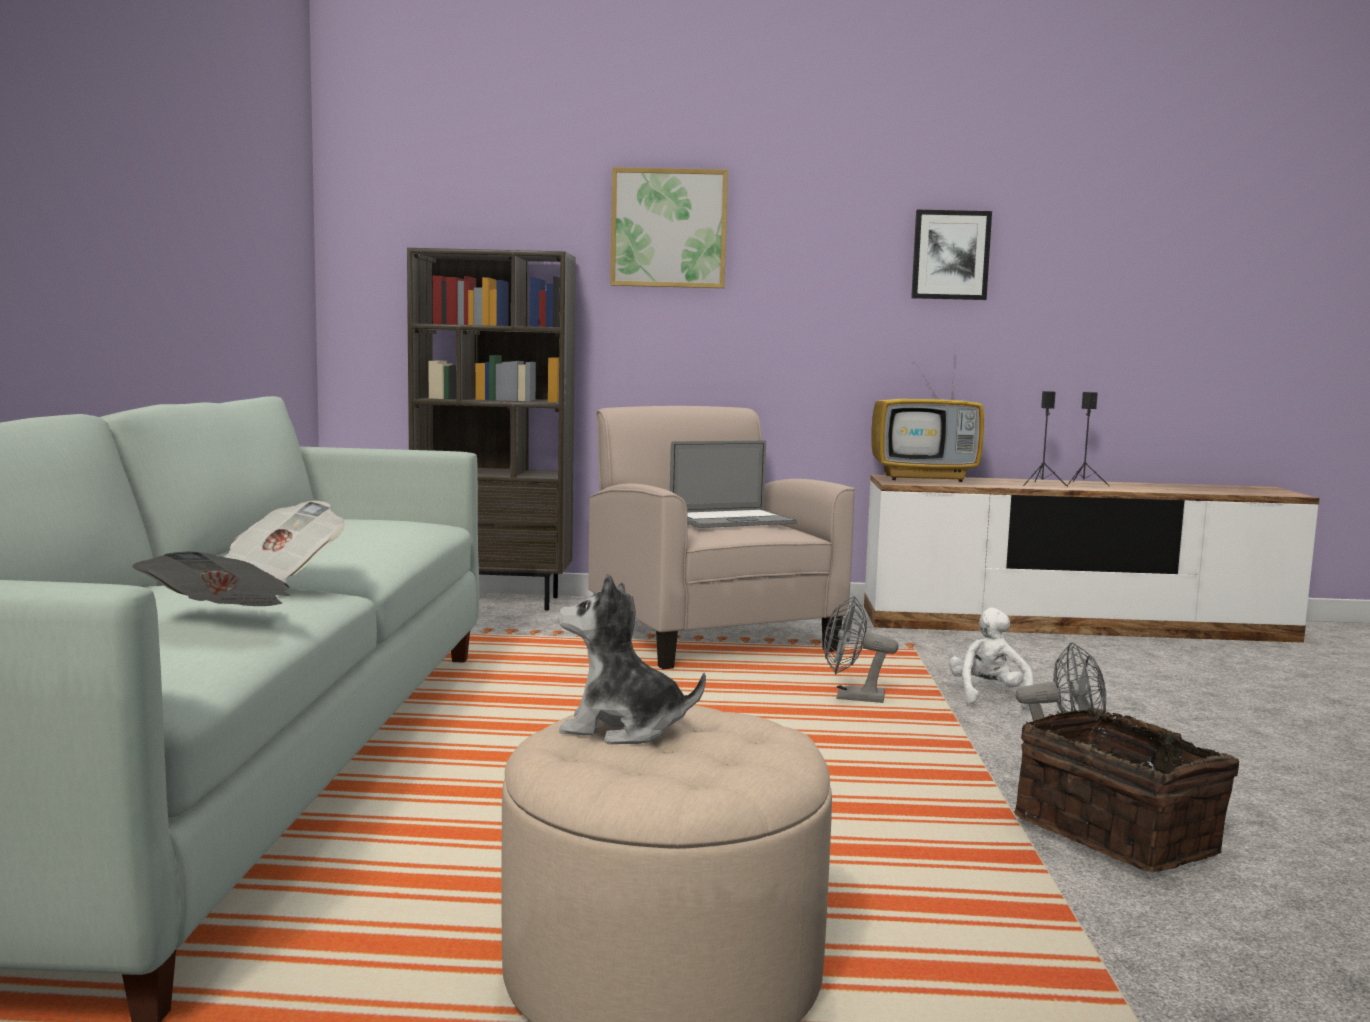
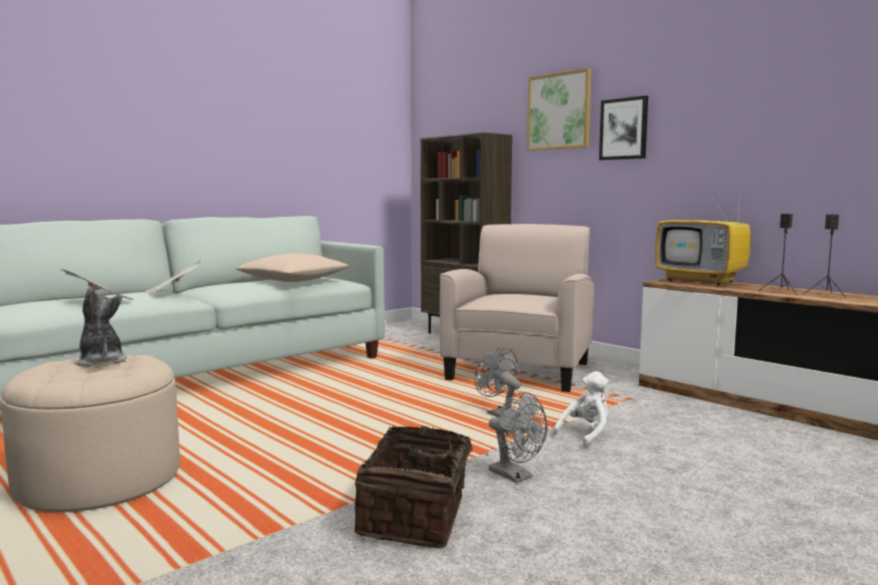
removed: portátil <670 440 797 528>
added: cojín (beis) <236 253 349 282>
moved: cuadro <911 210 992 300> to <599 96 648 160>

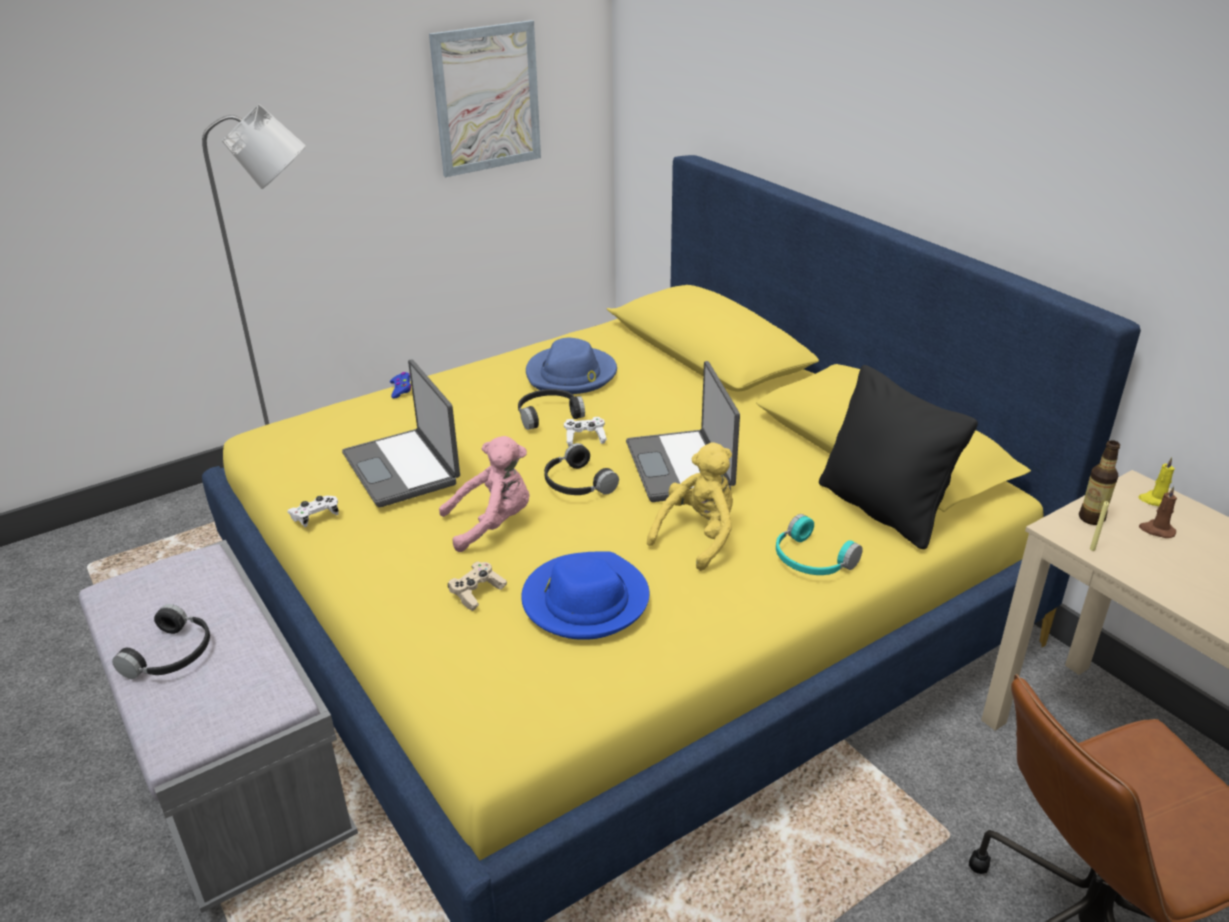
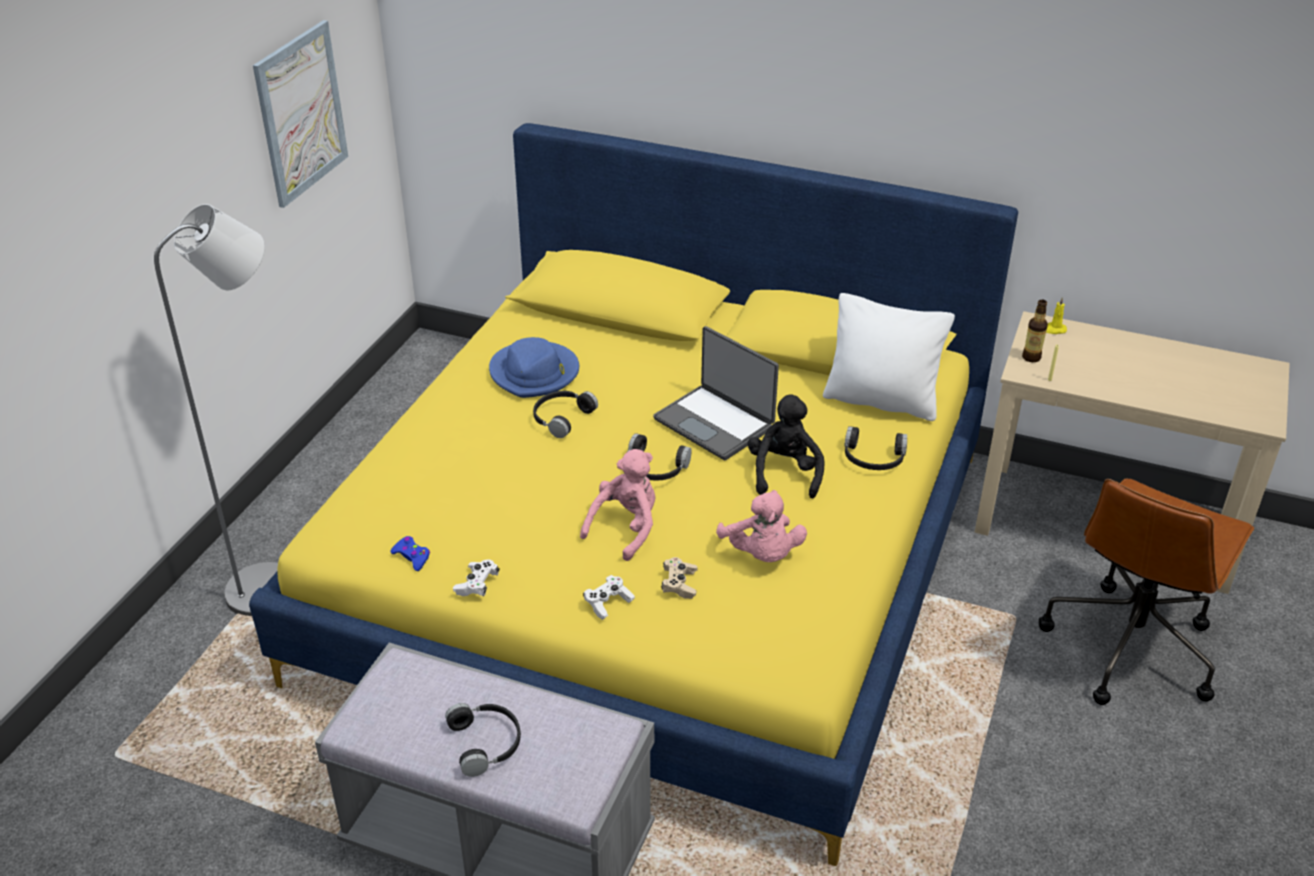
removed: portátil <342 359 460 508>; vela (marrón) <1139 486 1177 538>
moved: mando de consola (azul) <390 372 411 399> to <390 536 430 571>; mando de consola (blanco) <564 417 607 446> to <583 575 635 620>
replaced: sombrero (azul) <521 551 649 640> to peluche (rosa) <716 490 807 562>
recoloured: peluche (amarillo) <647 442 733 571> to peluche (negro) <748 395 824 498>; auriculares (turquesa) <776 514 863 575> to auriculares (negro) <845 426 907 470>; cojín (negro) <819 365 978 549> to cojín (blanco) <823 293 955 421>

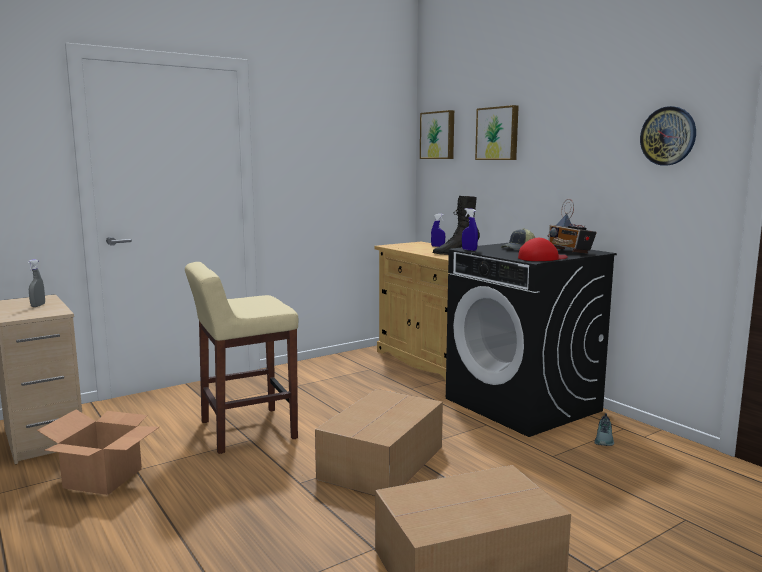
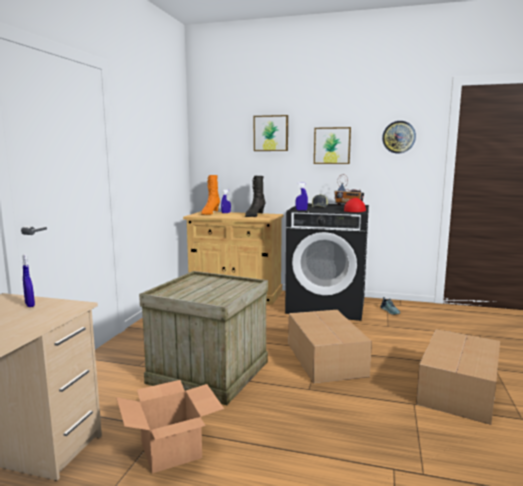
added: bota (naranja) <201 175 220 215>
moved: cuadro <420 110 454 159> to <314 127 351 164>
replaced: taburete (beis) <185 262 298 454> to caja de embalaje <139 271 268 405>
recoloured: pulverizador (gris) <28 259 45 307> to pulverizador (azul) <22 254 35 307>

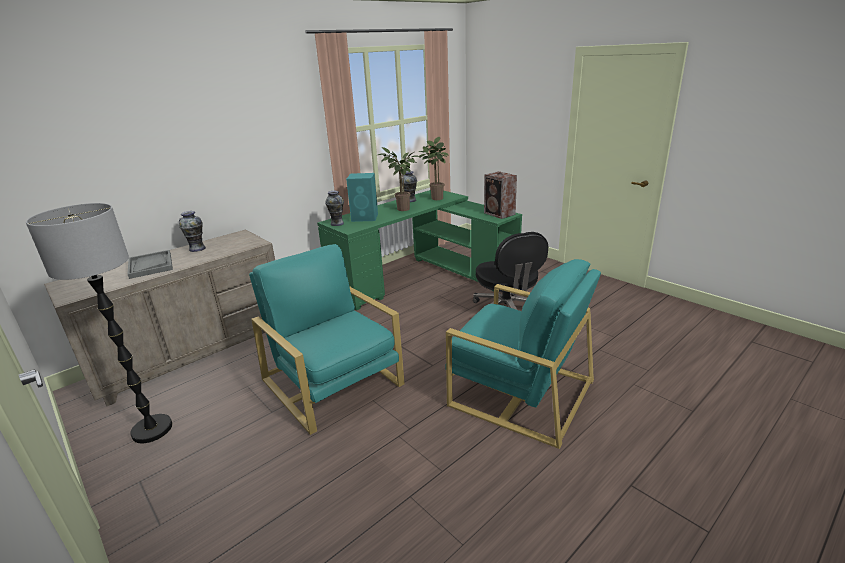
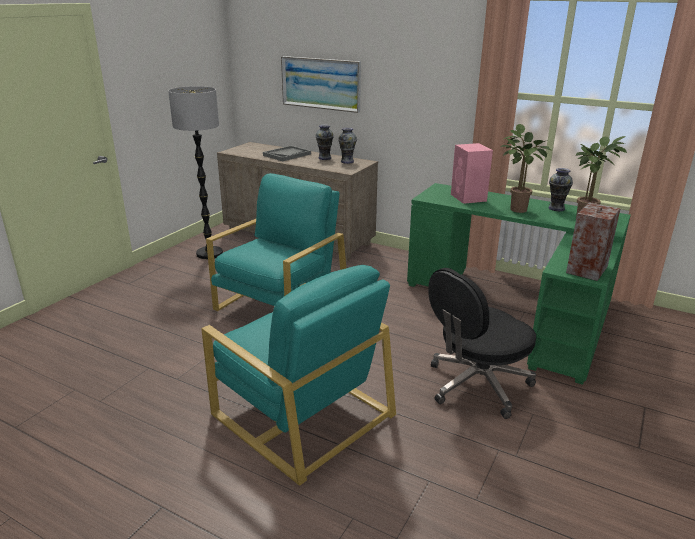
added: cuadro <281 56 361 113>
moved: florero <325 191 344 226> to <338 127 357 164>
recoloured: altavoz (turquesa) <346 173 378 222> to altavoz (rosa) <451 143 493 204>
turned: sillón (turquesa) <445 259 601 449> = <201 265 396 486> 60 degrees counterclockwise

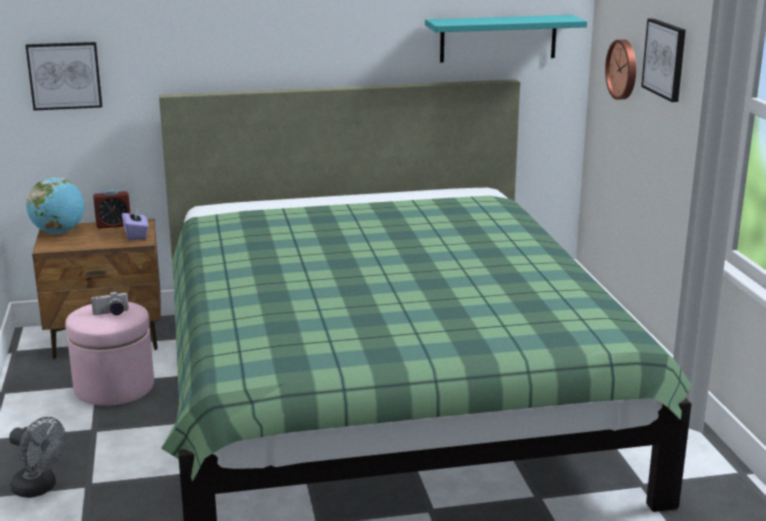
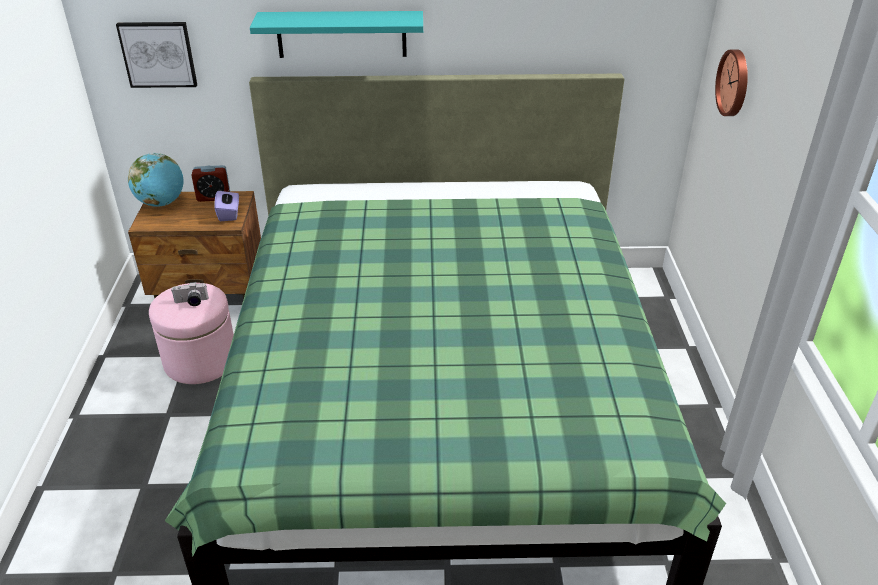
removed: ventilador (gris) <9 417 66 498>; cuadro <641 18 686 102>
moved: estante (turquesa) <425 15 587 62> to <250 11 423 58>

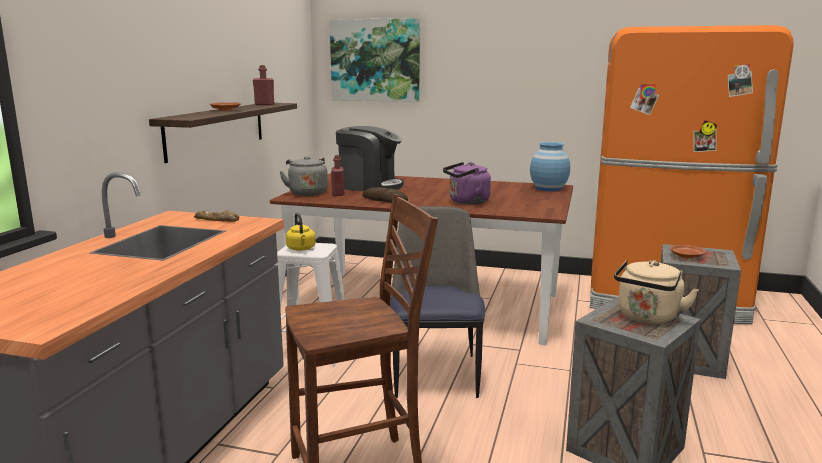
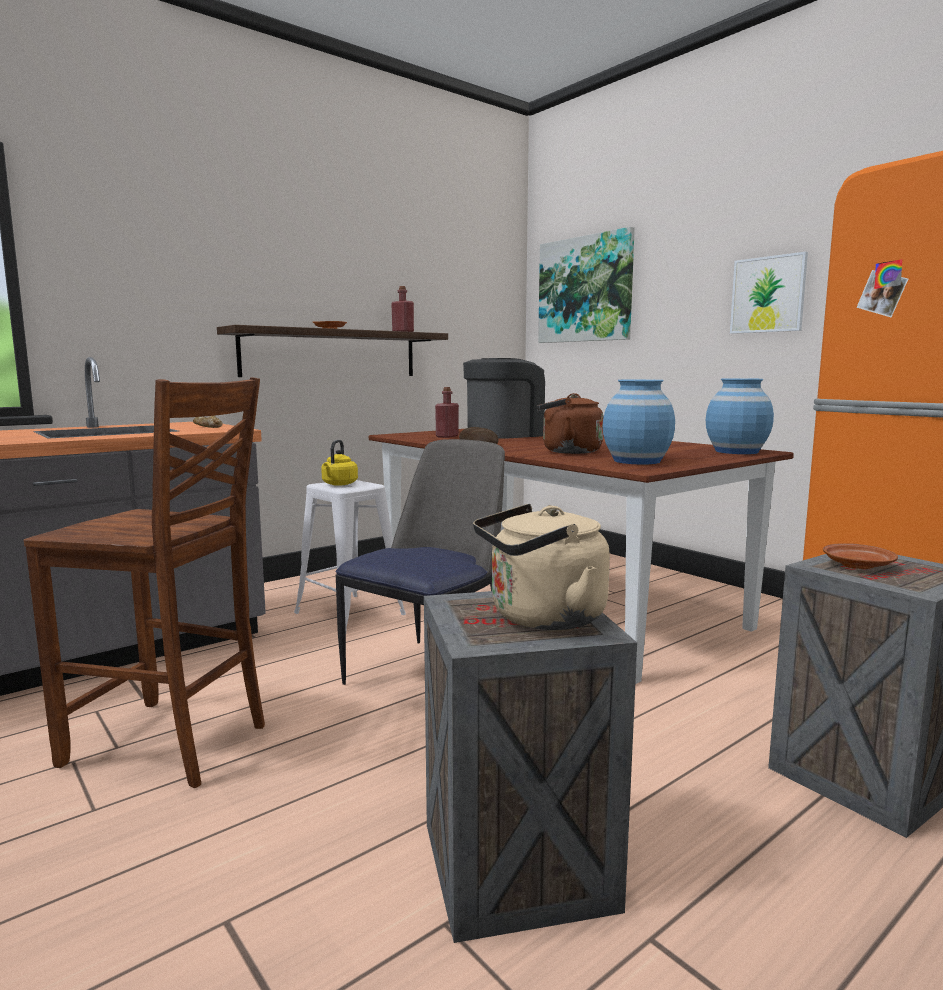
removed: hervidor (gris) <279 156 328 196>
added: florero (azul) <603 379 675 465>; cuadro <730 252 808 334>
recoloured: hervidor (morado) <443 162 491 205> to hervidor (marrón) <536 393 604 454>
turned: cafetera <336 126 404 191> = <463 358 545 439> 90 degrees counterclockwise

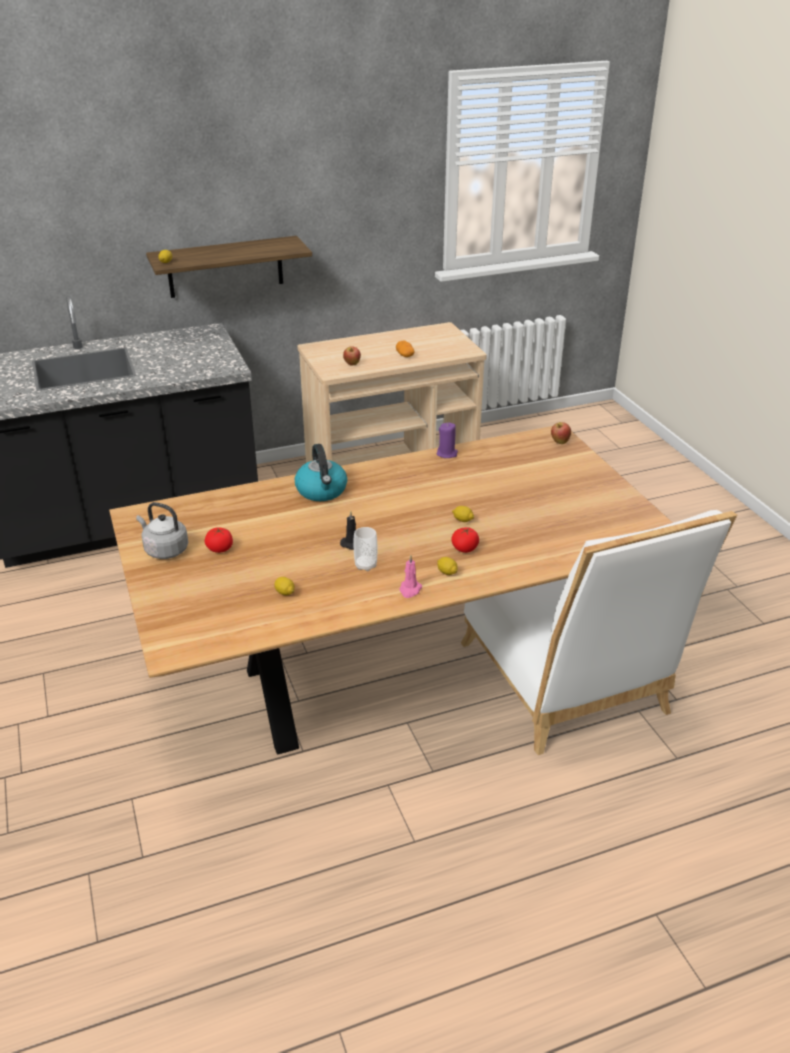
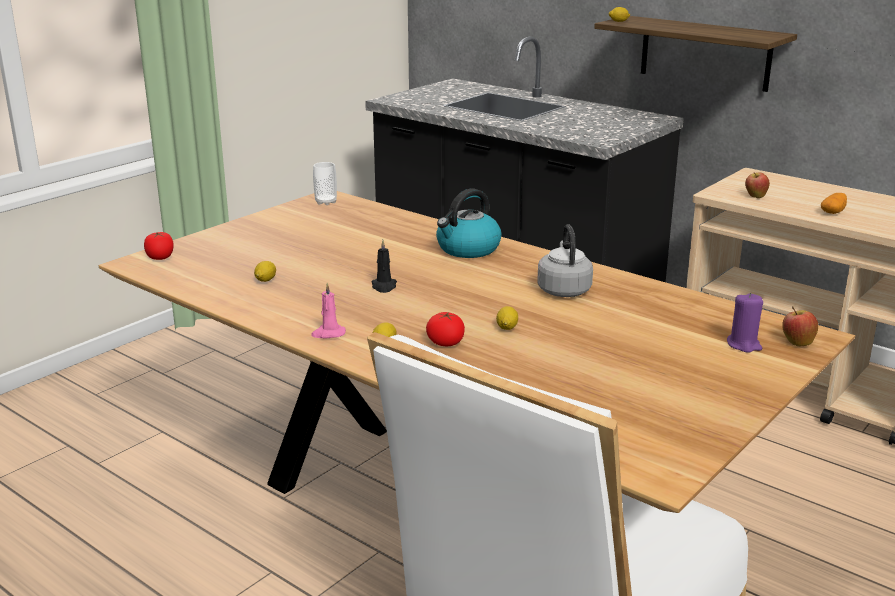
moved: hervidor (gris) <136 502 188 559> to <537 224 593 297>; tomate <205 528 233 553> to <144 232 174 260>; taza <353 527 377 571> to <313 162 337 205>; vela (morado) <436 423 458 458> to <727 292 763 353>

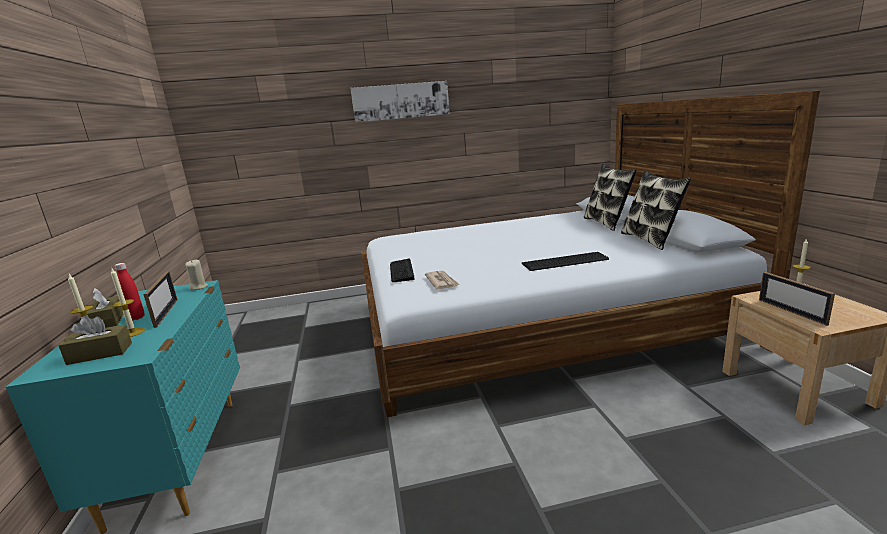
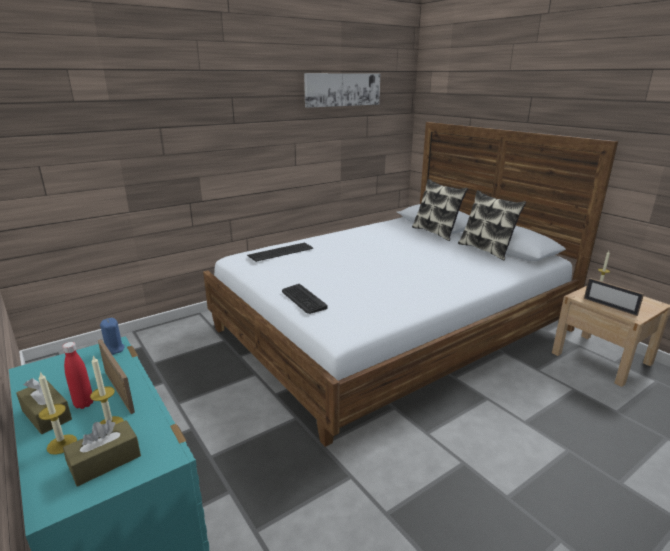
removed: periódico <425 271 460 289>
moved: cuadro <351 81 450 122> to <304 73 380 108>; teclado <522 252 609 271> to <247 243 313 262>
recoloured: vela (beis) <185 260 208 290> to vela (azul) <100 318 125 355>

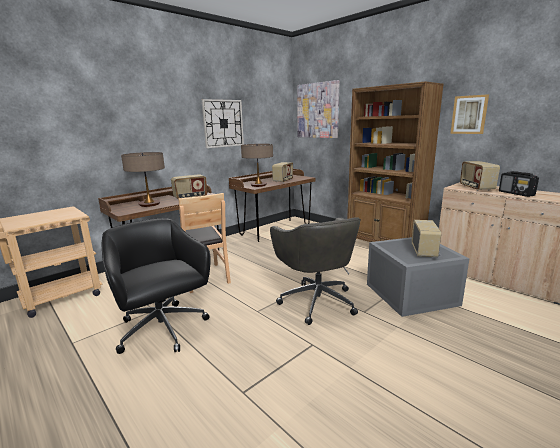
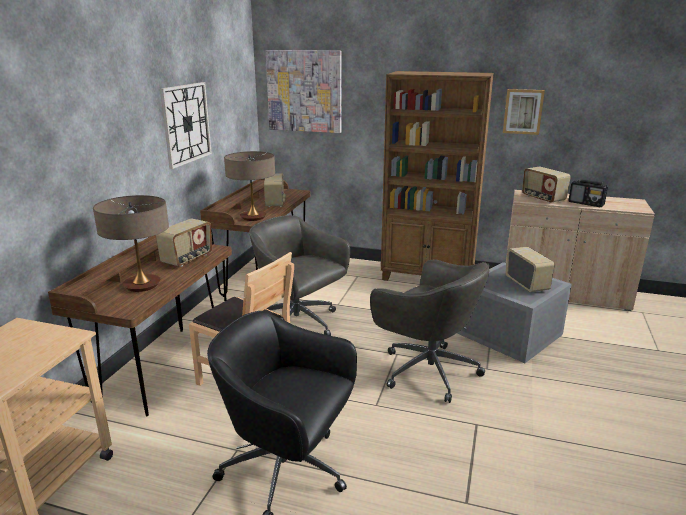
added: silla de oficina (gris) <249 215 350 336>

